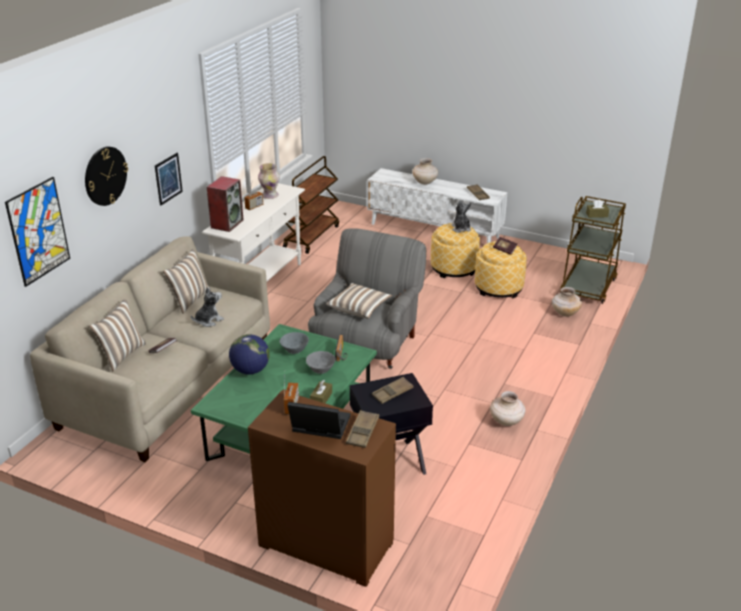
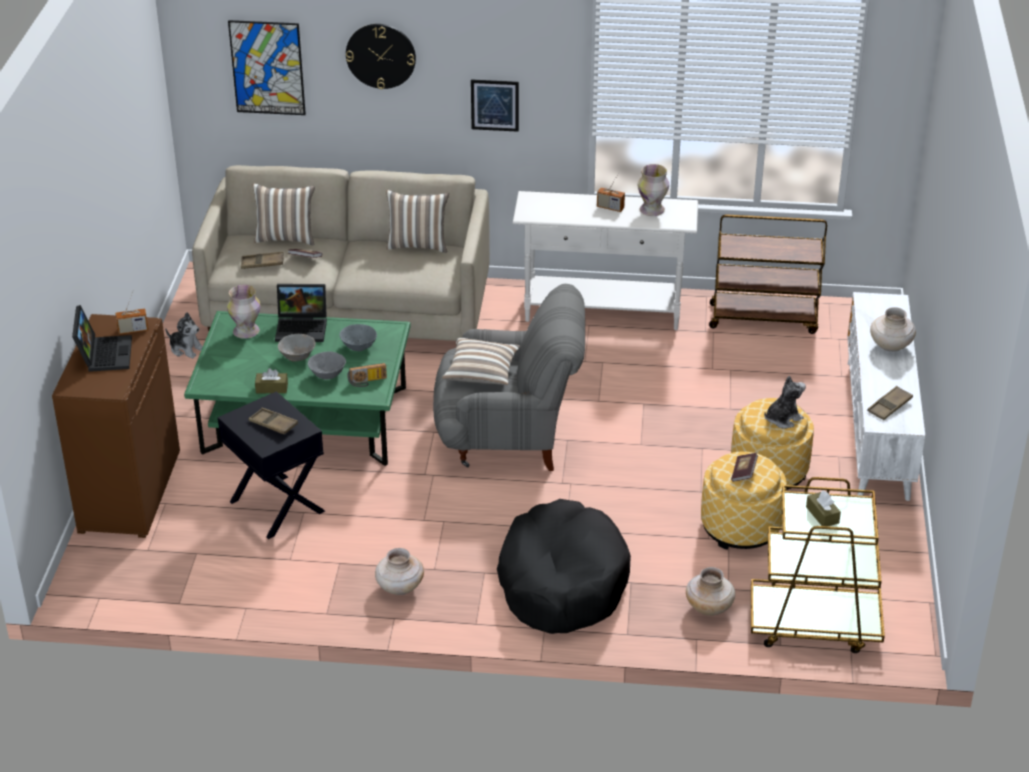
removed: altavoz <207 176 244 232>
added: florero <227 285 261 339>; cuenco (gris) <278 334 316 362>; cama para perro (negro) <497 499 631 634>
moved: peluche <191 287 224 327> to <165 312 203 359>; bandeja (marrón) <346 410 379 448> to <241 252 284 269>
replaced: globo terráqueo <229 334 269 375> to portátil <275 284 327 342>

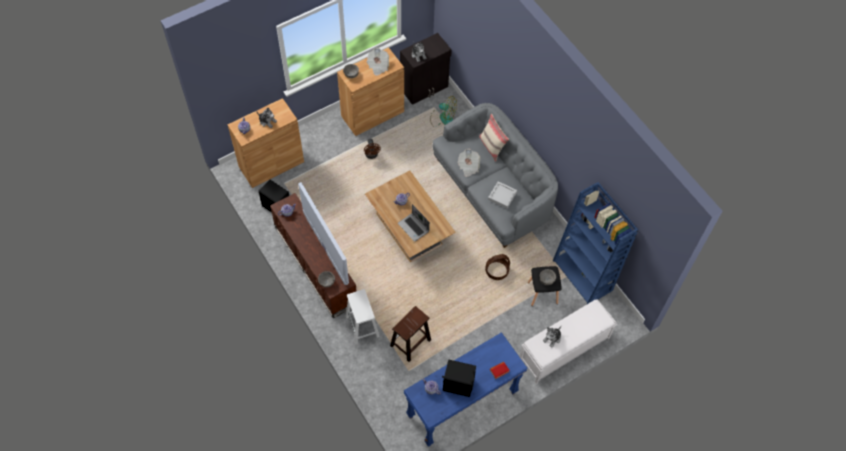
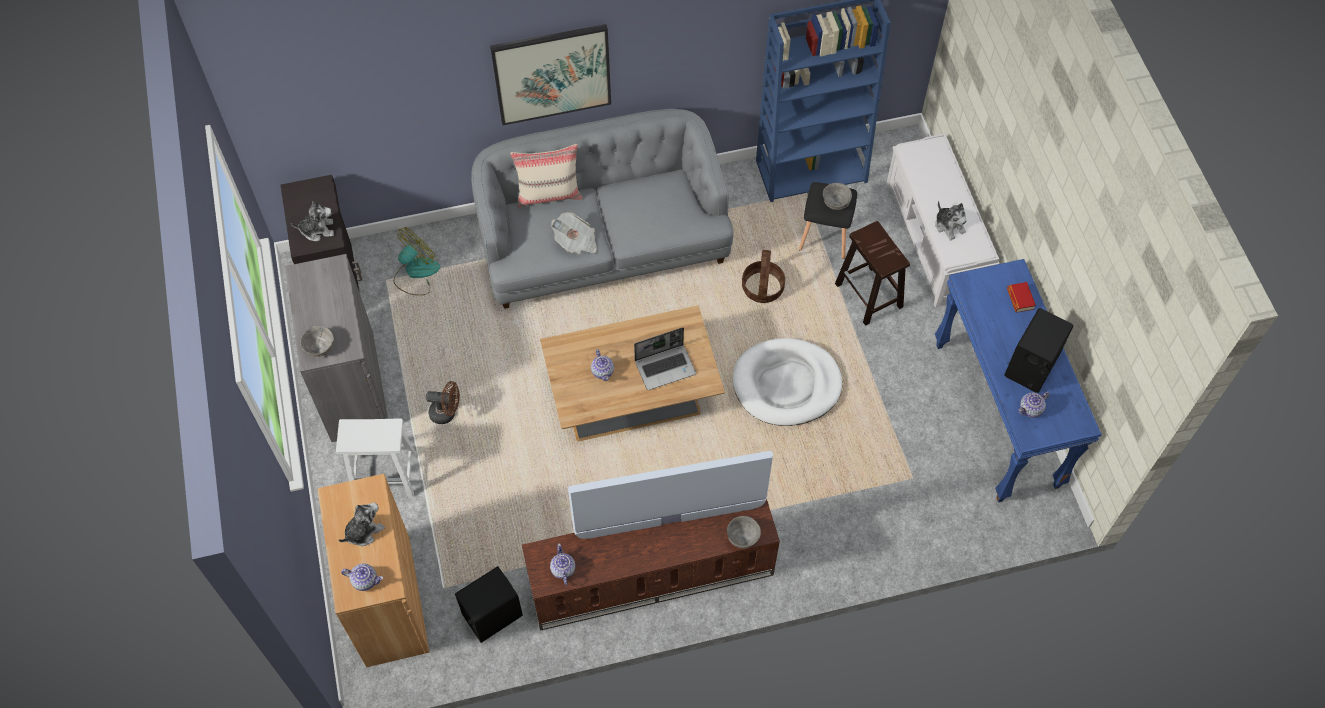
removed: periódico <367 48 389 76>; bandeja (gris) <488 181 517 209>
added: cuadro <490 24 611 125>; cama para perro (blanco) <732 338 842 426>
moved: taburete (blanco) <346 289 380 344> to <336 418 417 497>; taburete (marrón) <390 306 431 362> to <835 221 910 326>
recoloured: armario (marrón) <337 47 404 136> to armario (gris) <285 254 388 442>

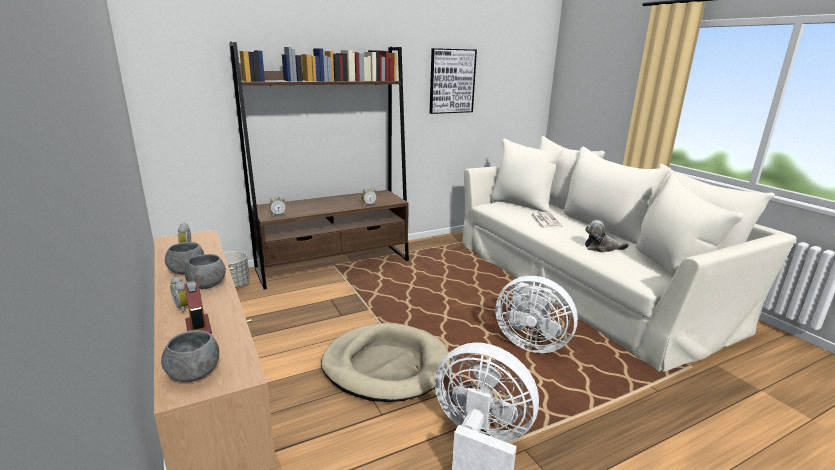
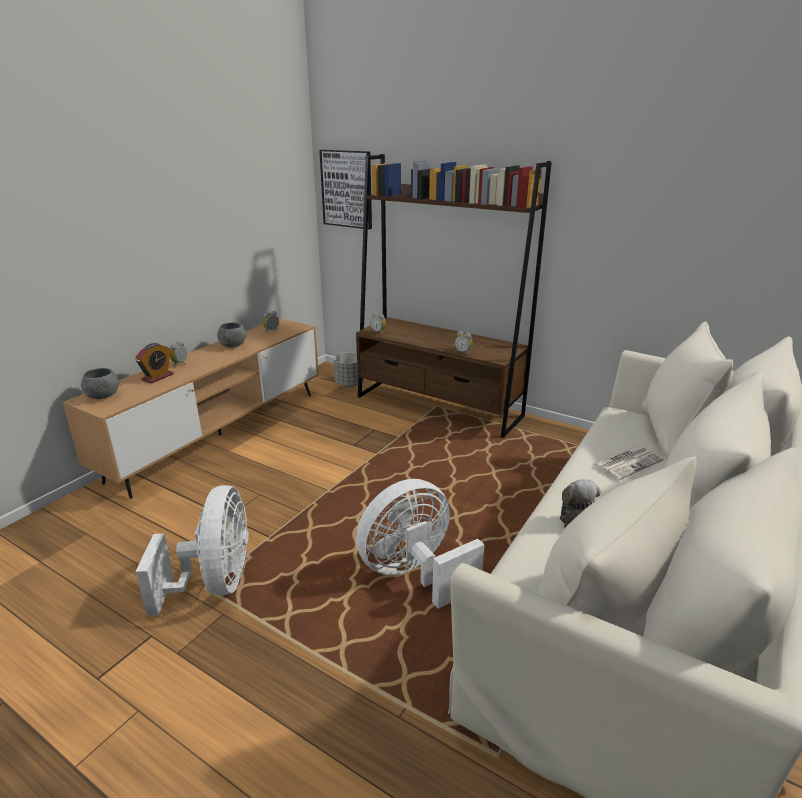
removed: cuenco (gris) <185 254 226 289>; cama para perro (beis) <321 323 450 402>
moved: cuadro <430 48 477 114> to <319 150 372 229>
turned: ventilador (blanco) <496 276 578 353> = <356 479 485 609> 60 degrees clockwise

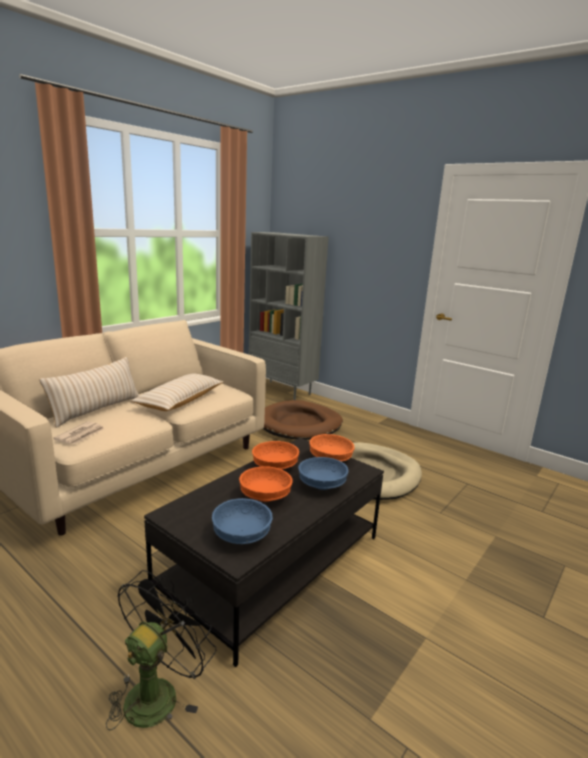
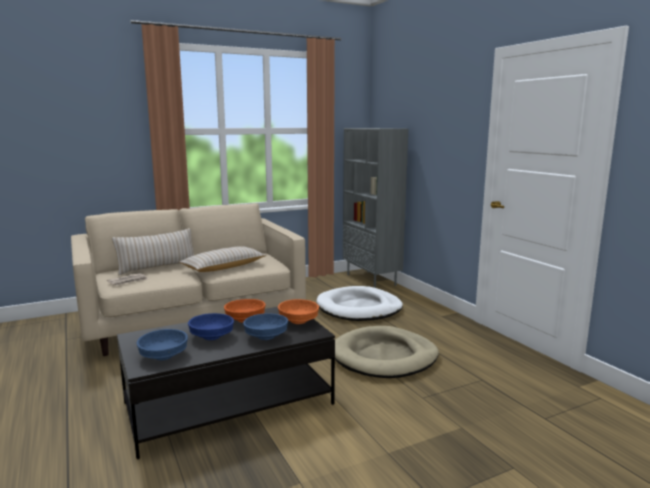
removed: ventilador (negro) <106 570 216 731>
recoloured: cuenco (naranja) <239 466 293 502> to cuenco (azul) <188 313 234 340>; cama para perro (marrón) <263 400 343 440> to cama para perro (blanco) <316 286 403 321>

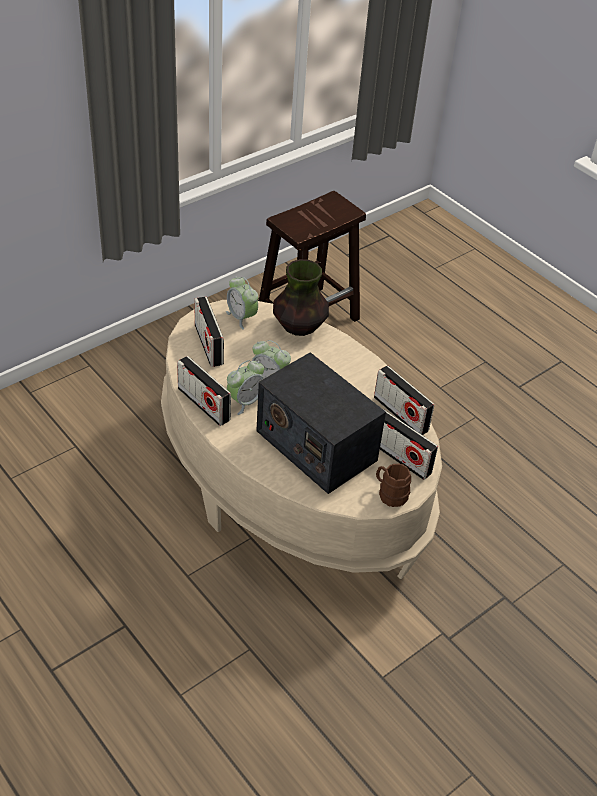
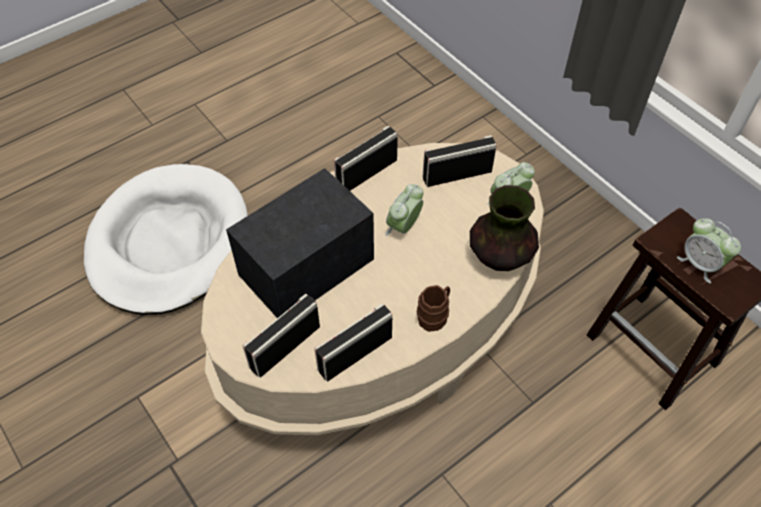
added: cama para perro (blanco) <84 164 248 315>
moved: despertador <227 360 264 415> to <677 218 741 283>; taza grande (marrón) <376 464 411 507> to <417 285 450 332>

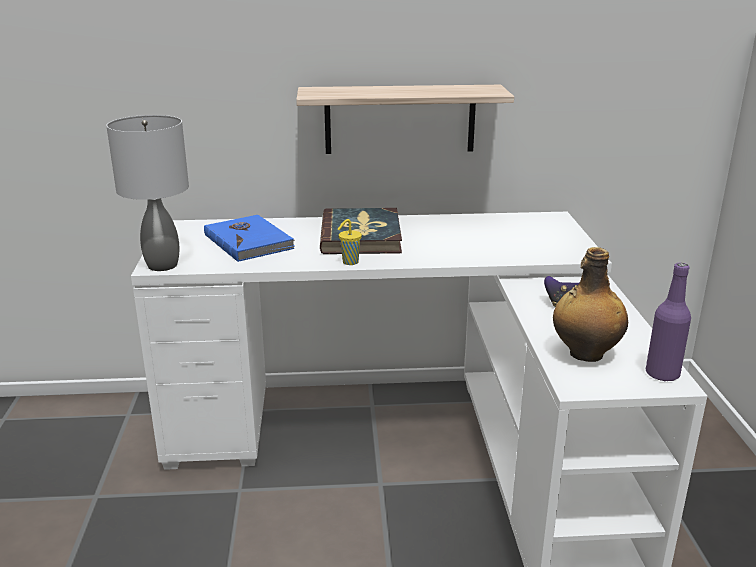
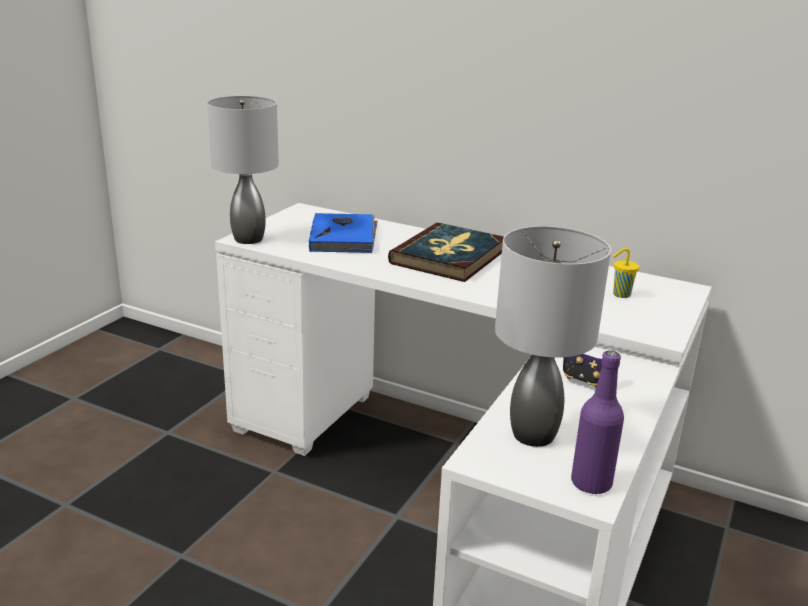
removed: estante <296 85 514 154>
moved: taza (amarillo) <338 219 362 265> to <613 248 639 298>
replaced: botella <553 247 628 362> to lámpara de mesa (gris) <495 226 611 447>

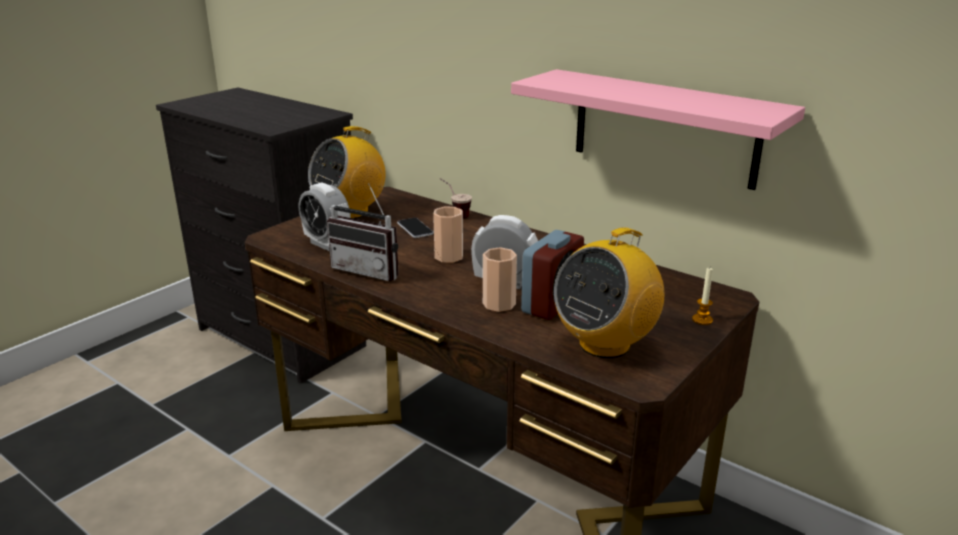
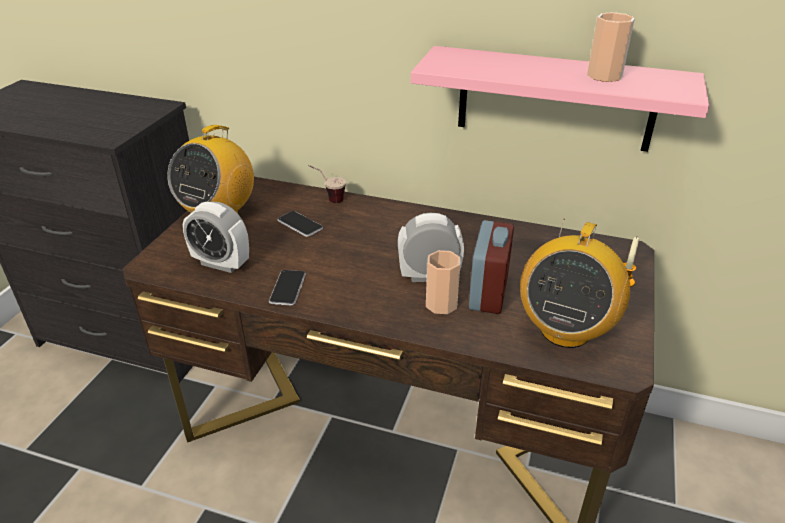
moved: taza <433 207 463 263> to <587 12 635 82>
replaced: radio <327 183 399 281> to móvil <269 270 306 306>

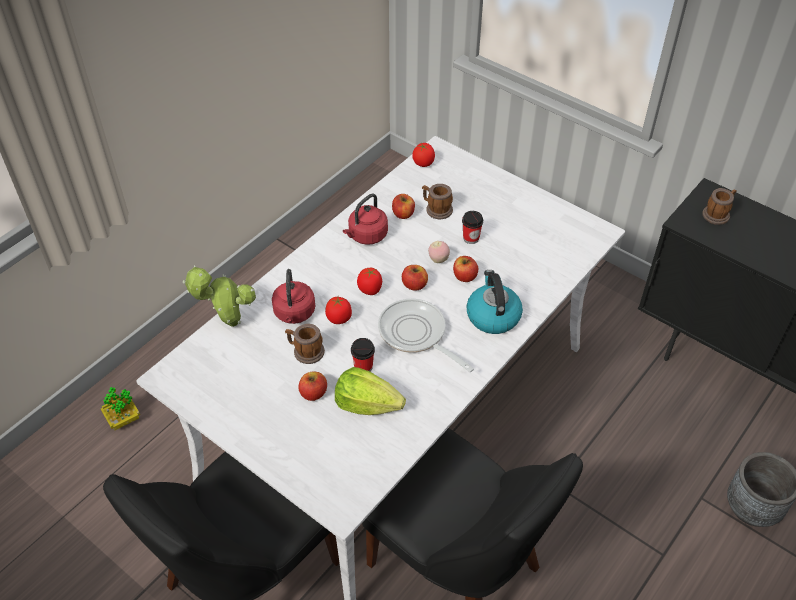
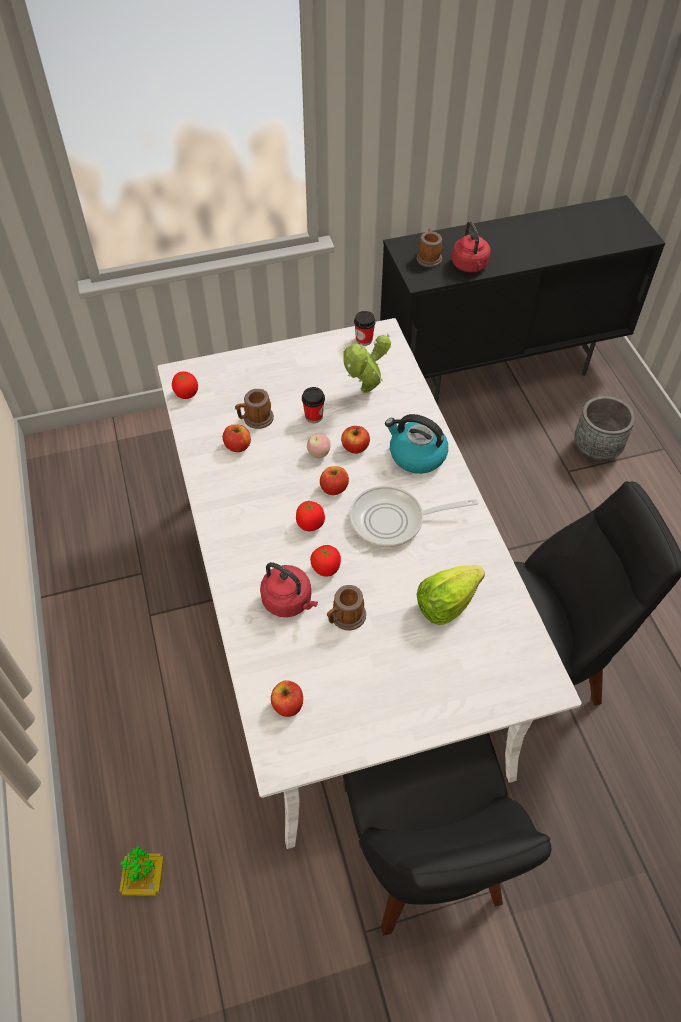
moved: planta en maceta <183 266 256 327> to <344 334 391 393>; manzana <298 371 327 401> to <271 680 303 717>; hervidor (rojo) <343 194 388 245> to <452 221 491 272>; taza <351 338 375 371> to <354 311 376 346>

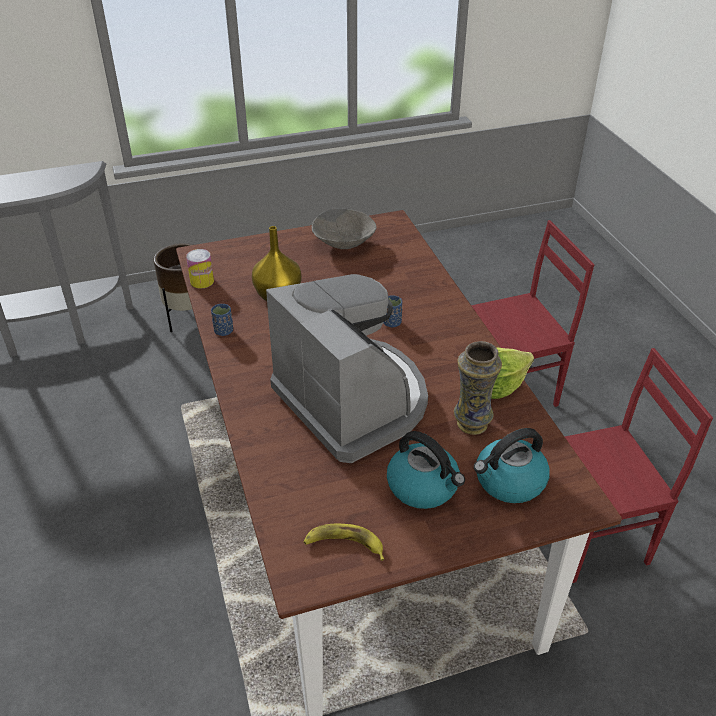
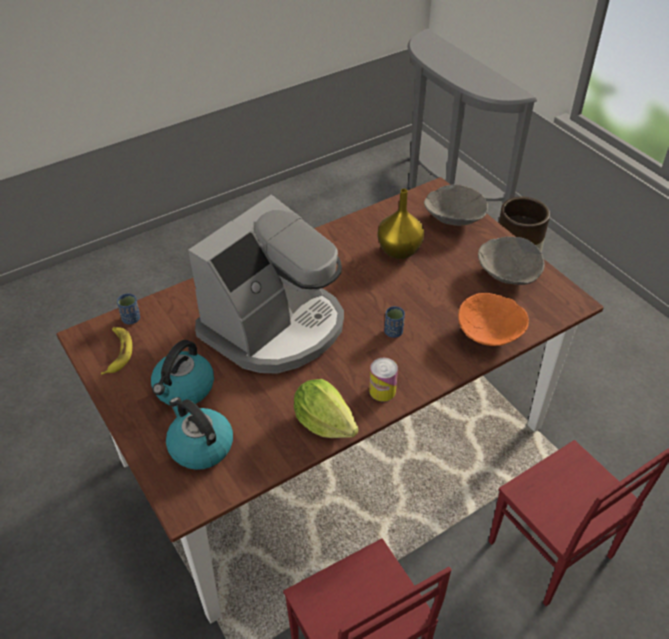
removed: florero <454 341 502 435>
added: cuenco (gris) <424 184 488 226>; cuenco (naranja) <458 293 529 346>
moved: lata <186 249 214 289> to <369 358 398 401>; taza (azul) <211 304 233 336> to <117 294 140 324>

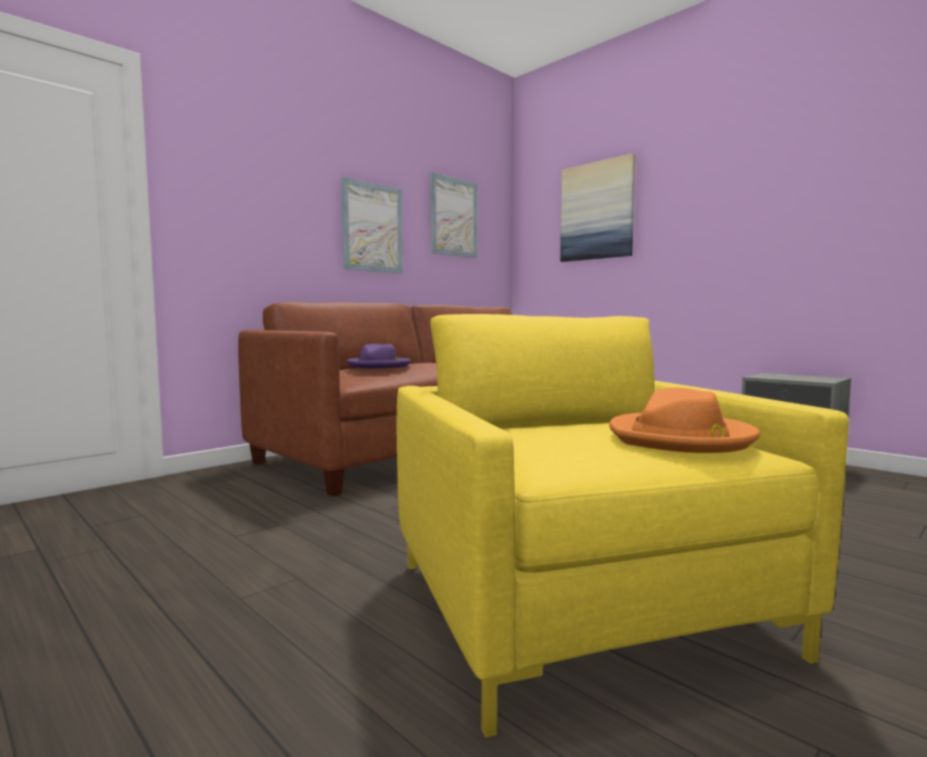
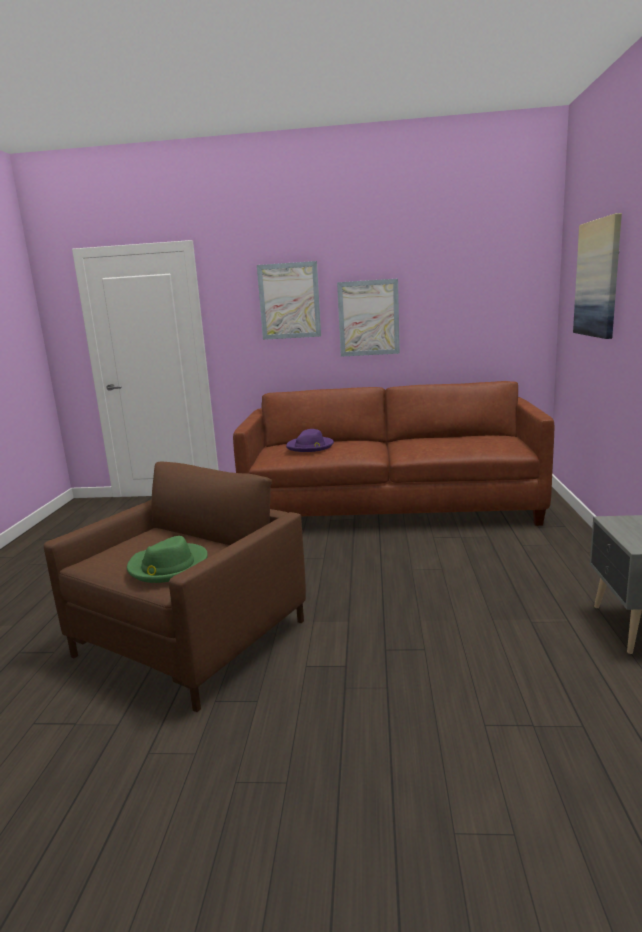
moved: cuadro <430 172 477 258> to <257 261 321 340>
recoloured: sillón (amarillo) <397 314 849 738> to sillón (marrón) <44 461 306 712>; sombrero (naranja) <609 388 760 453> to sombrero (verde) <127 536 208 583>

